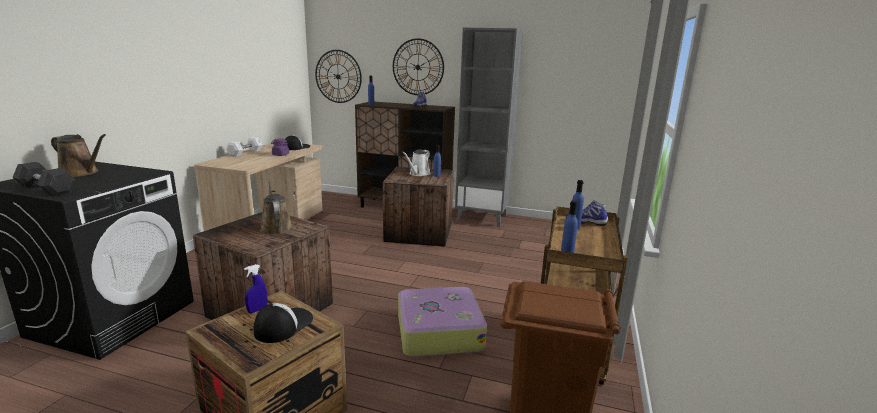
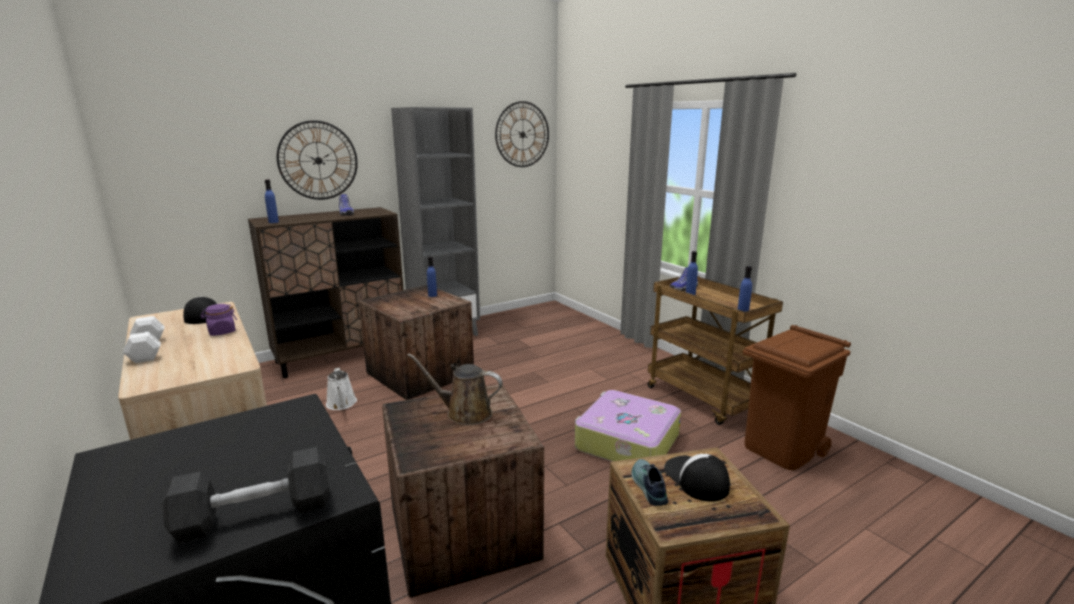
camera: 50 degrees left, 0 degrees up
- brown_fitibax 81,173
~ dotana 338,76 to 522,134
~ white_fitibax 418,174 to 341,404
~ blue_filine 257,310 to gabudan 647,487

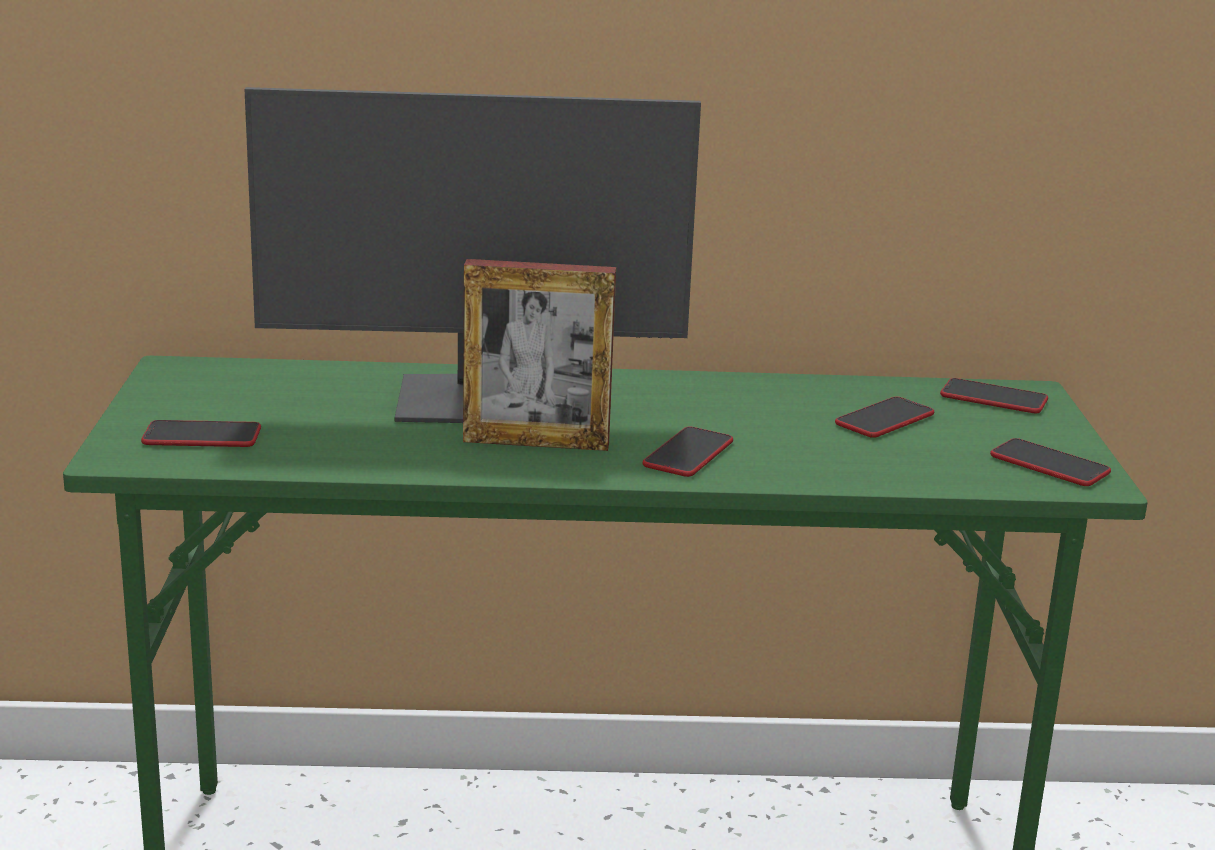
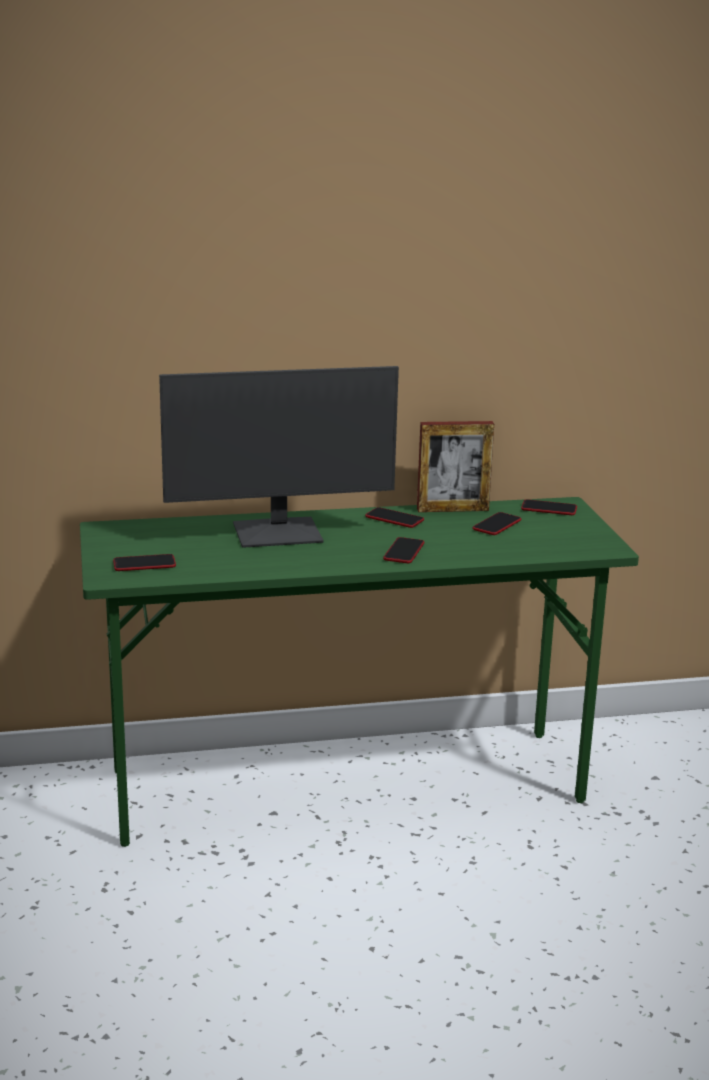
camera: 10 degrees left, 0 degrees up
~ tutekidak 536,442 to 452,509
~ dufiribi 1049,465 to 394,519

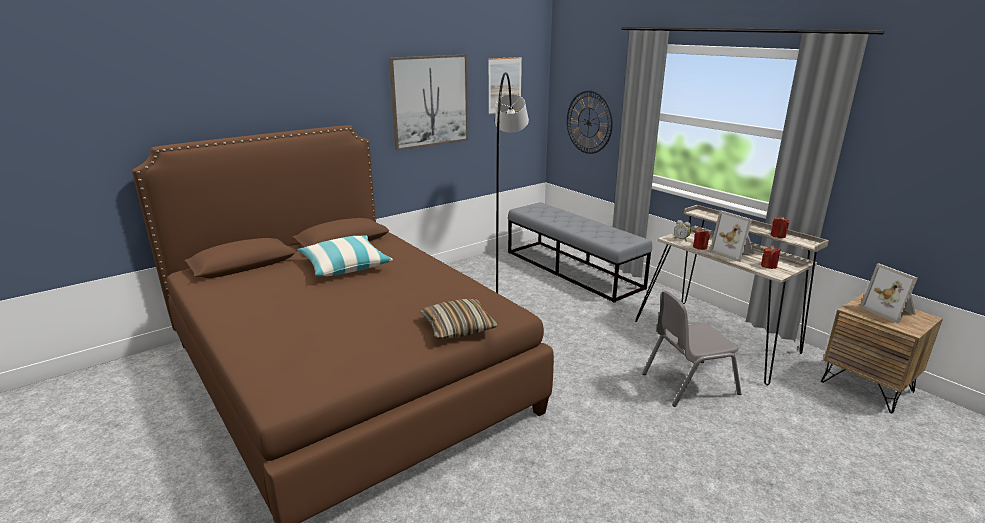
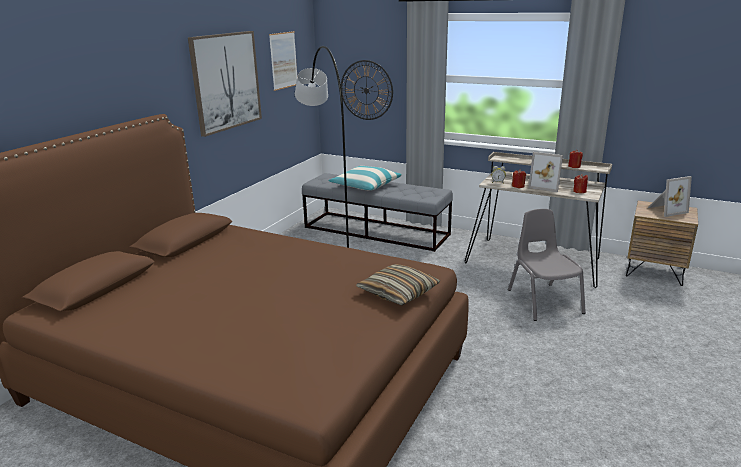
camera: 25 degrees left, 0 degrees up
~ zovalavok 345,266 to 365,186
~ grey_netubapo 688,383 = 544,301 120 degrees clockwise
~ tutekidak 890,311 = 666,210 60 degrees counterclockwise

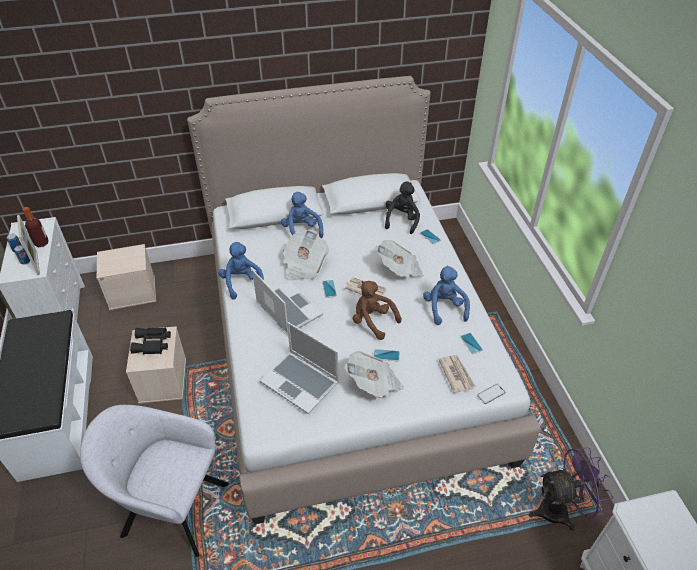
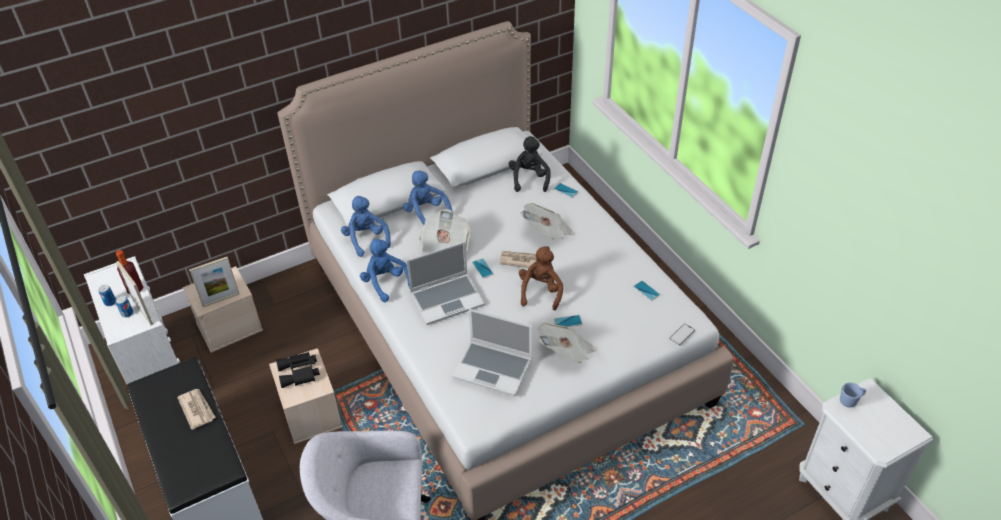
camera: 15 degrees left, 0 degrees up
- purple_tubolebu 560,510
+ tutekidak 221,300
+ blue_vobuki 850,401
~ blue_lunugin 444,308 to 366,239
~ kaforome 456,374 to 197,409
~ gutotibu 287,309 = 447,299 120 degrees clockwise
~ brown_lunugin 373,321 = 541,291 75 degrees clockwise

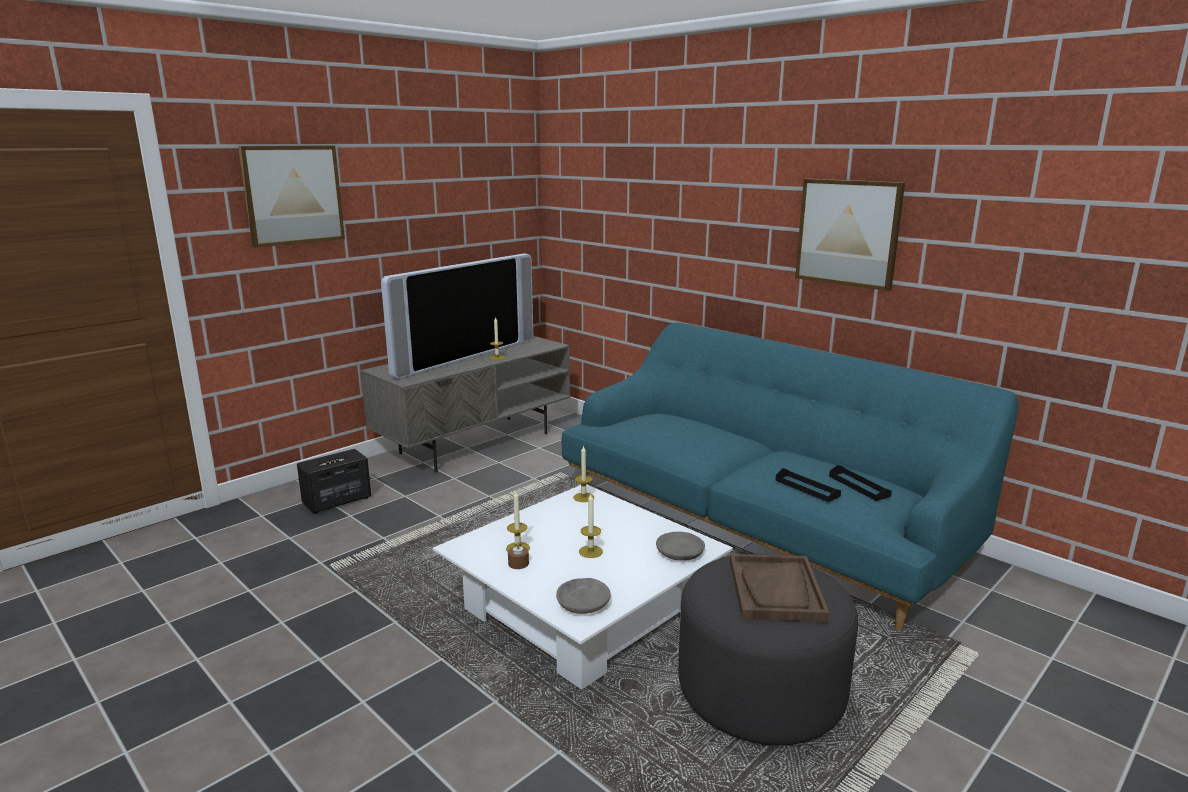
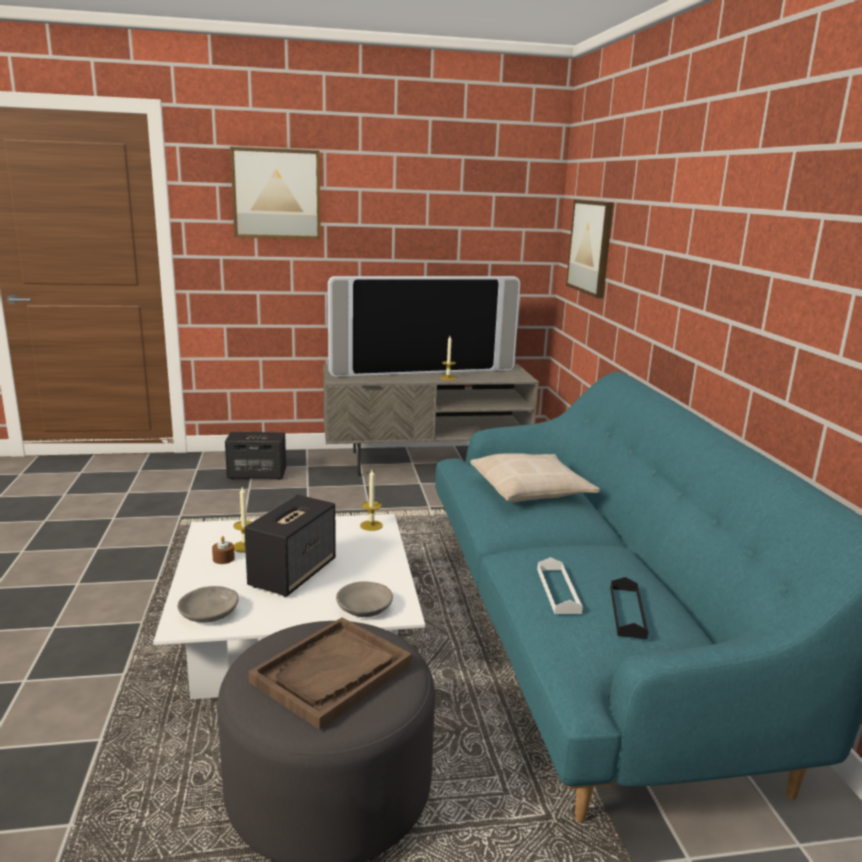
camera: 35 degrees right, 0 degrees up
+ beige_zovalavok 531,489
~ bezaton 848,233 to 591,247
~ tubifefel 590,551 to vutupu 293,573
~ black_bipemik 807,488 to white_bipemik 558,590

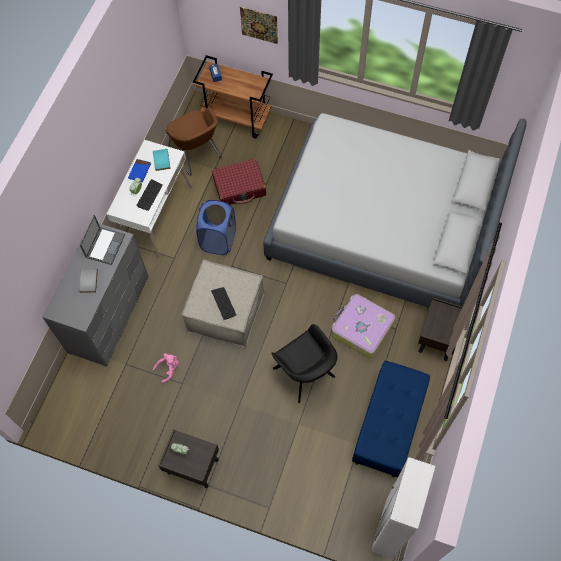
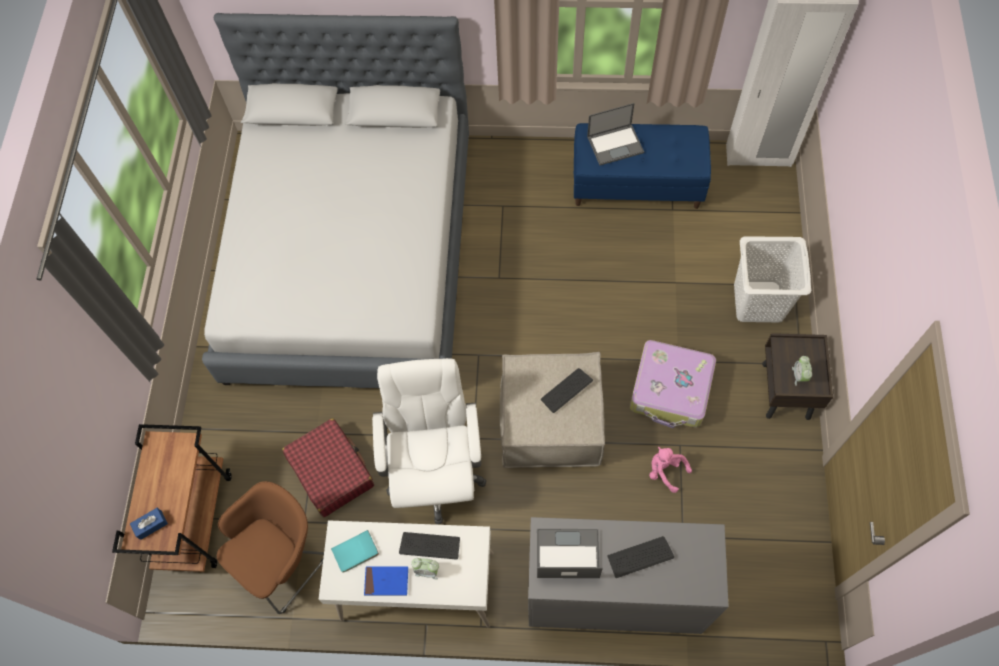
camera: 105 degrees left, 0 degrees up
- bezaton 259,25
- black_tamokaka 305,375
- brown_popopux 437,339
+ gutotibu 615,144
+ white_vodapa 758,302
~ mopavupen 361,329 to 671,390
~ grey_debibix 87,281 to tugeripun 640,557
~ blue_vodapa 218,240 to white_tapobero 435,472

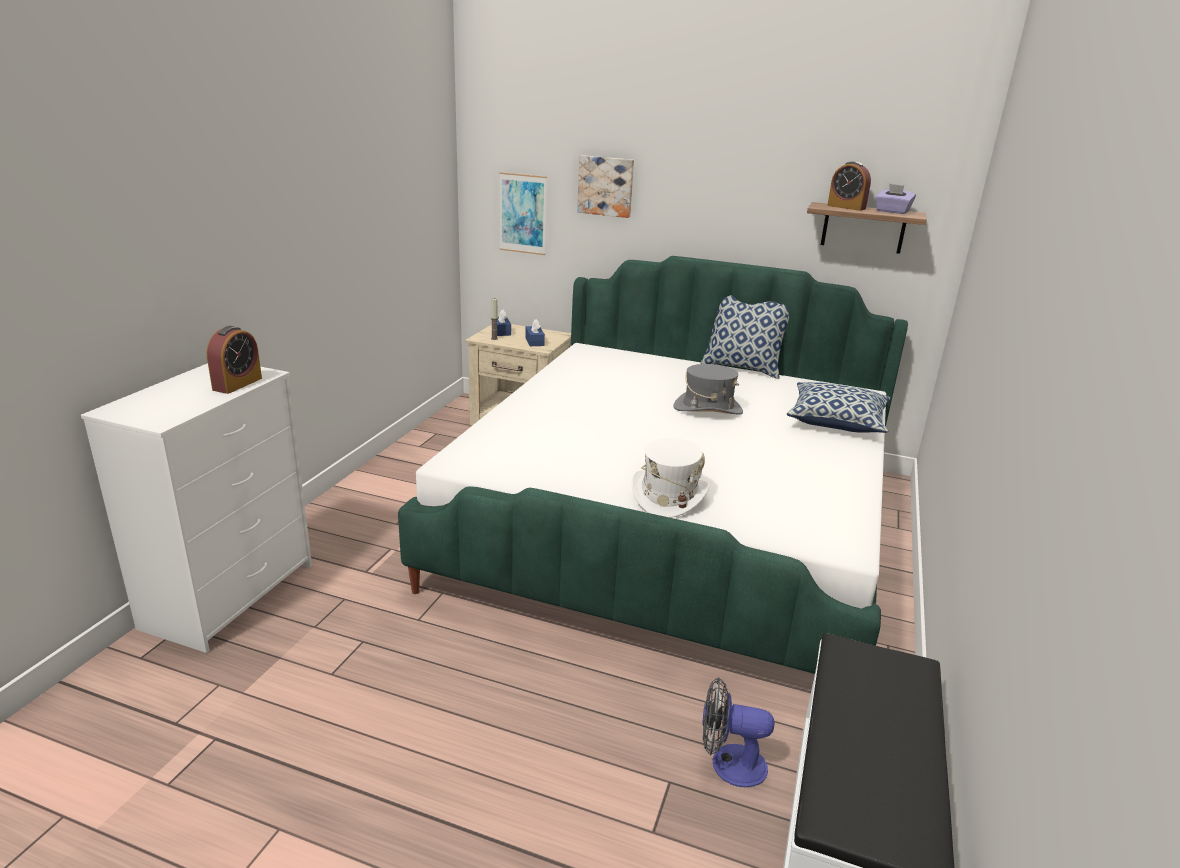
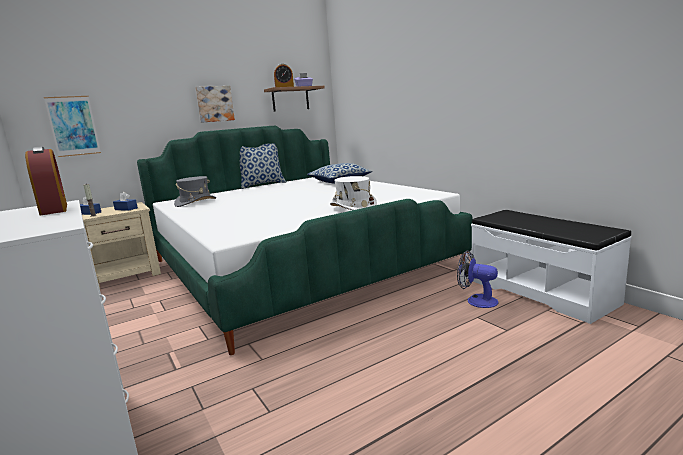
camera: 50 degrees left, 10 degrees down
~ bezaton 606,186 to 214,104
~ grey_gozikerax 707,409 to 195,202
~ tubolebu 728,764 = 476,300 75 degrees clockwise

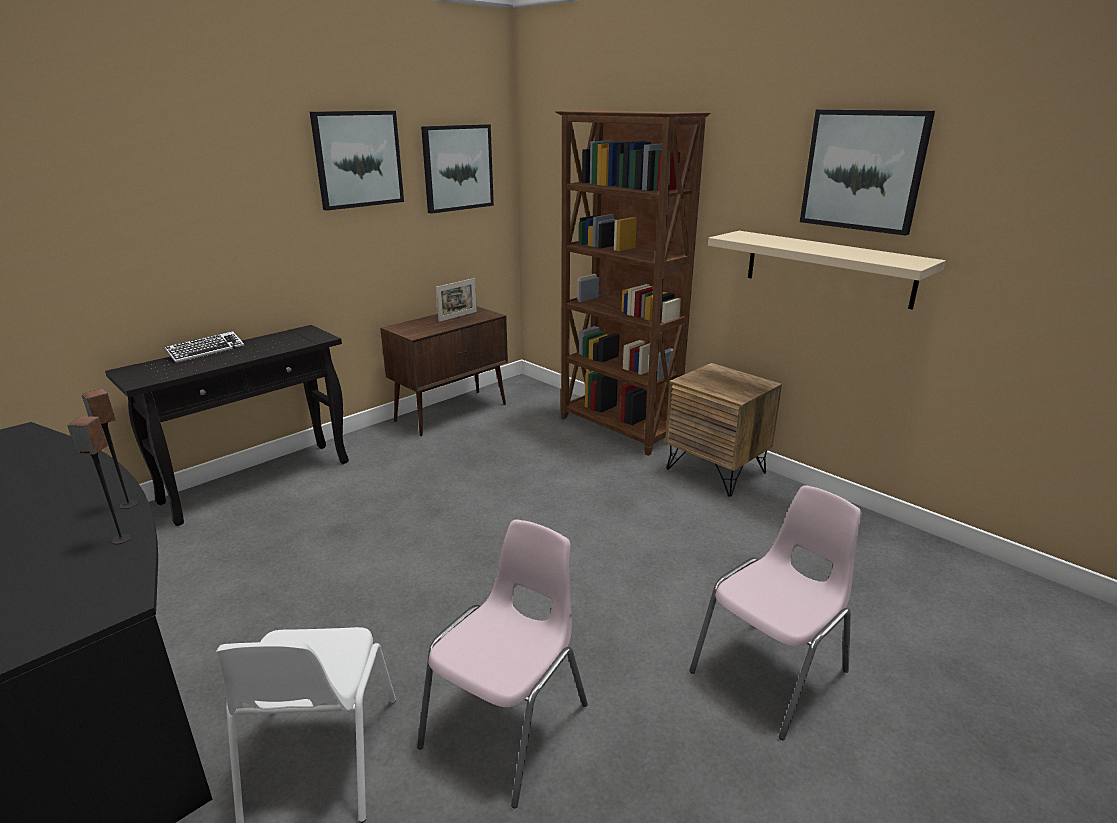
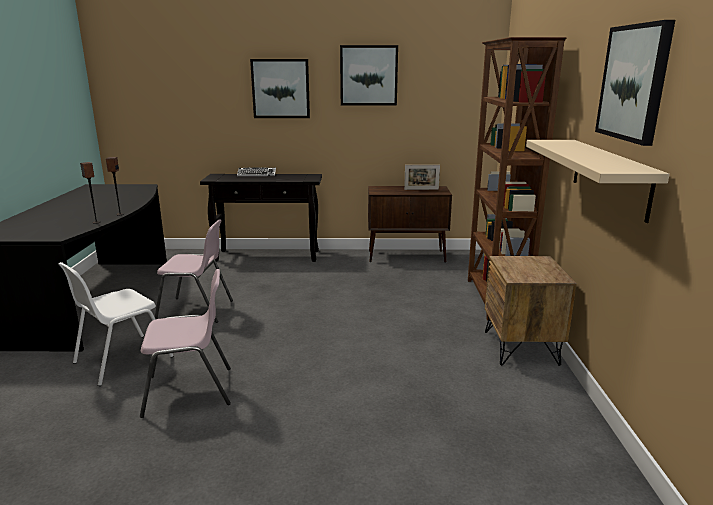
camera: 45 degrees right, 5 degrees down
~ bezaton 457,168 to 280,88
~ pink_netubapo 772,672 to 196,310

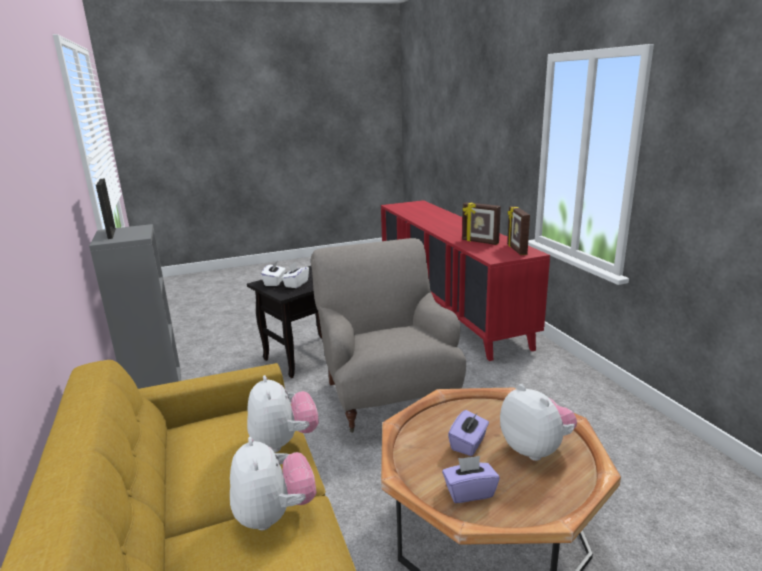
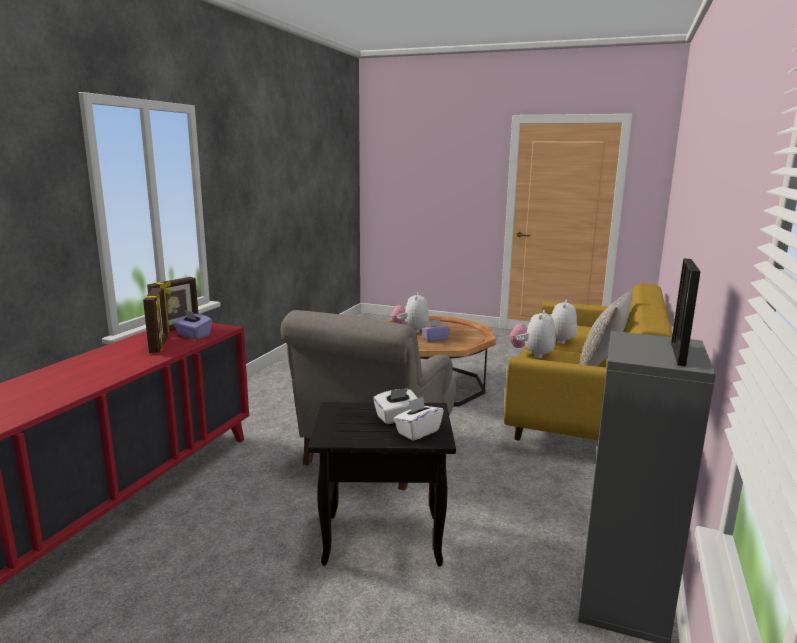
camera: 140 degrees left, 5 degrees down
+ grey_zovalavok 601,366
~ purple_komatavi 469,492 to 193,336

